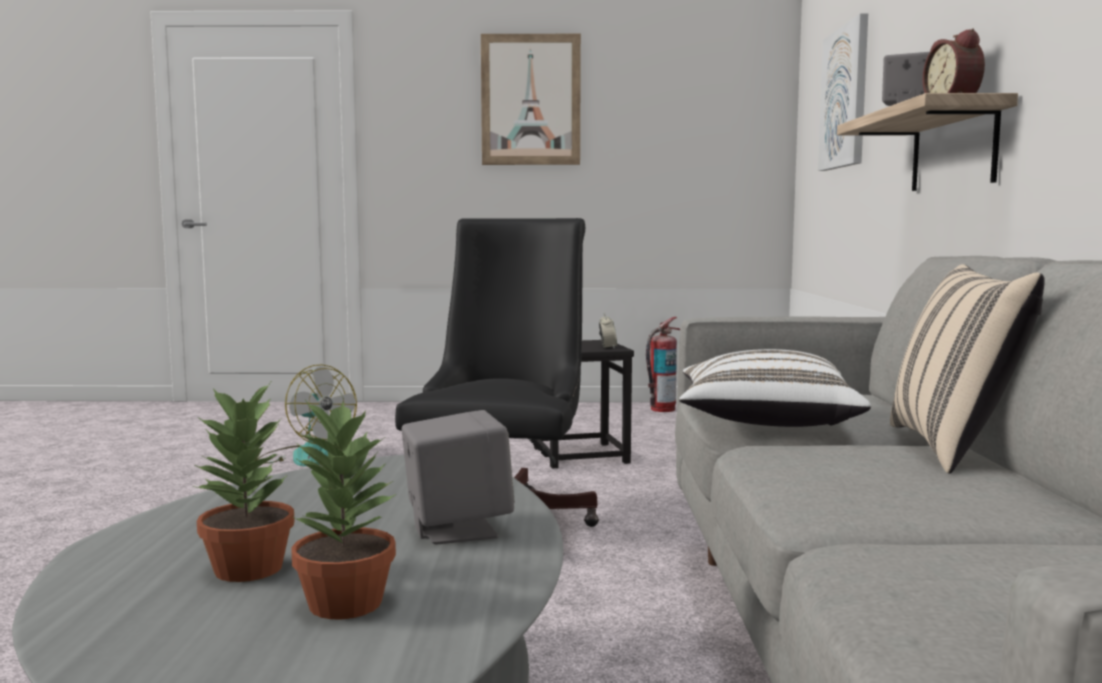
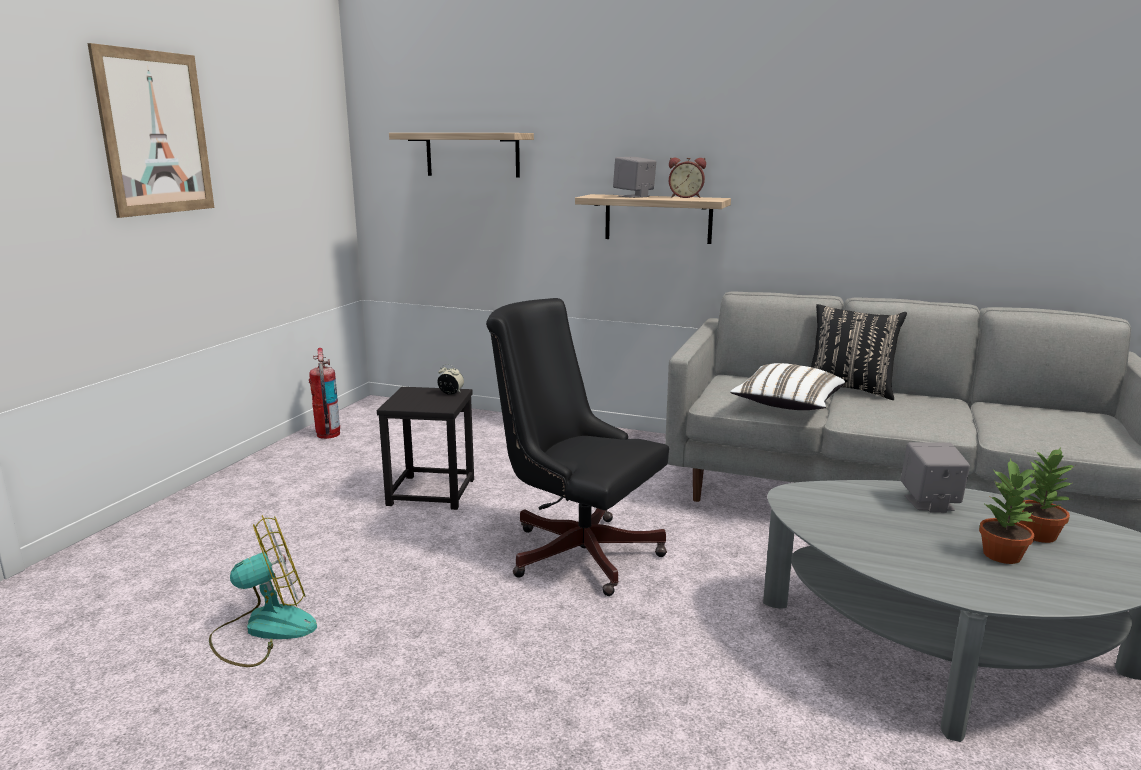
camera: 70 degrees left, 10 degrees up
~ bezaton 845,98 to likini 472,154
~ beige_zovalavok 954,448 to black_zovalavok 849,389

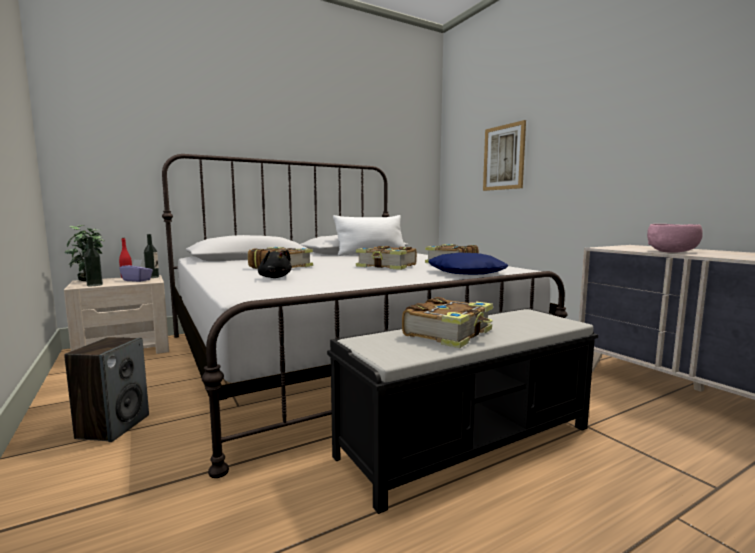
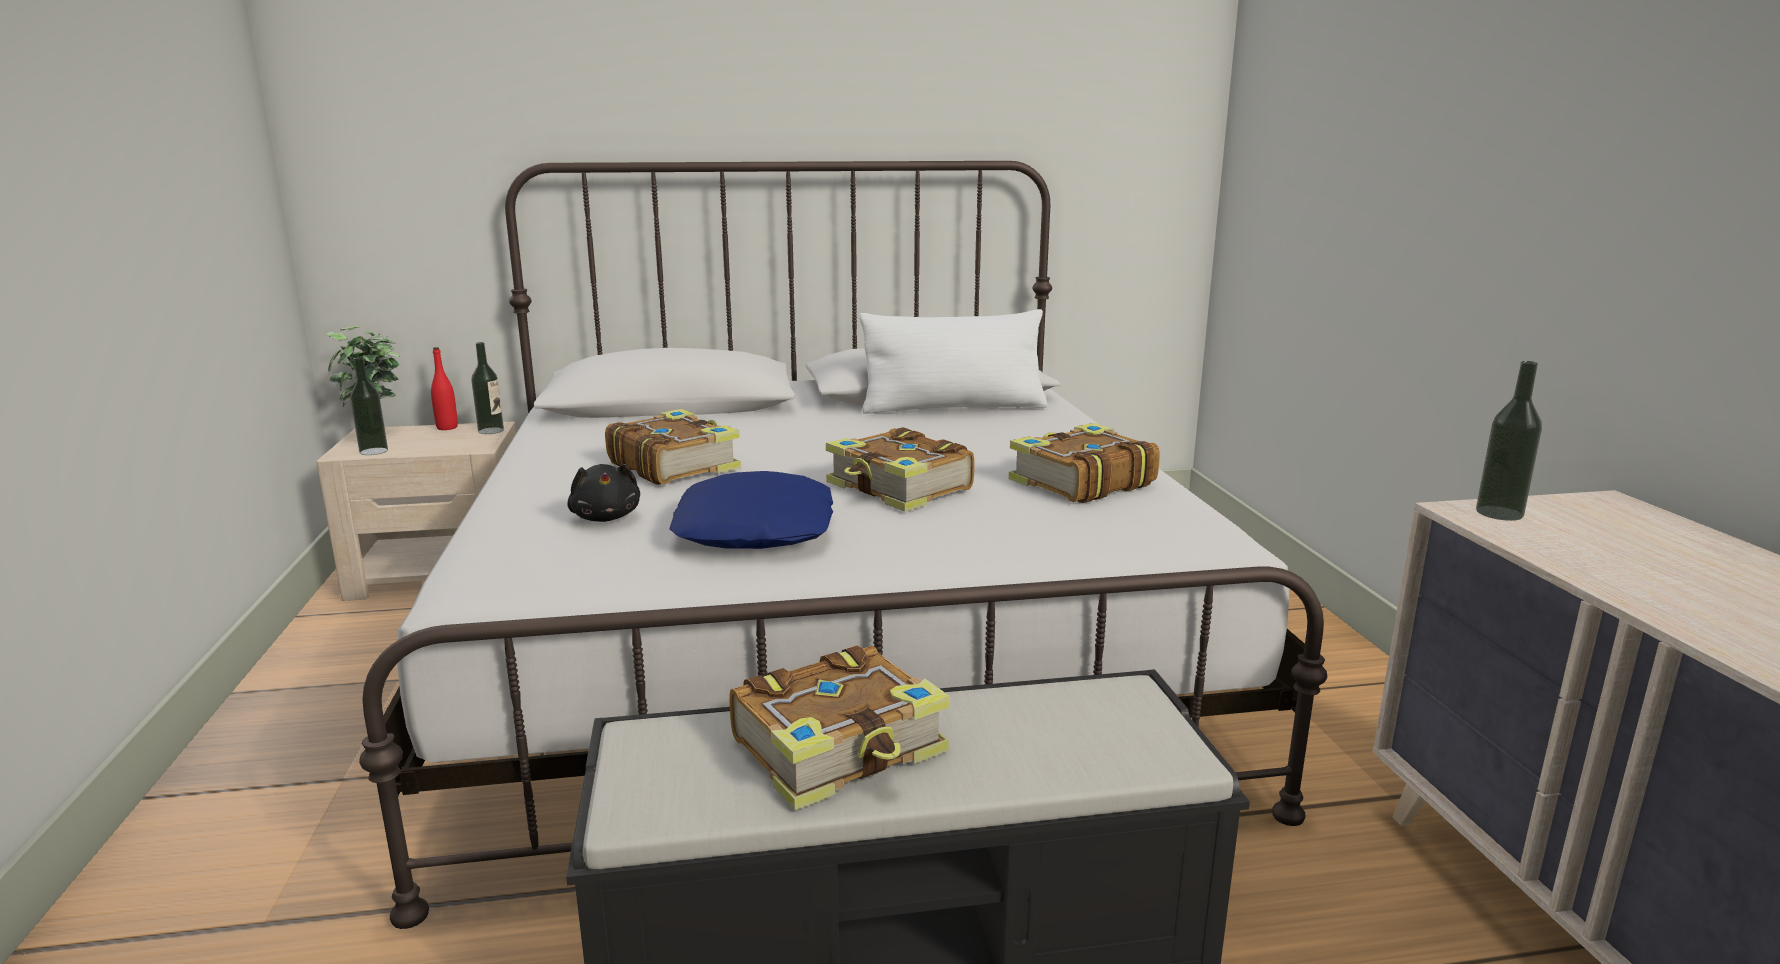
camera: 20 degrees right, 10 degrees up
- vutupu 113,426
- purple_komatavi 137,280
- bezaton 503,157
- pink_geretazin 672,252
+ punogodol 1499,513
~ blue_zovalavok 466,272 to 757,529

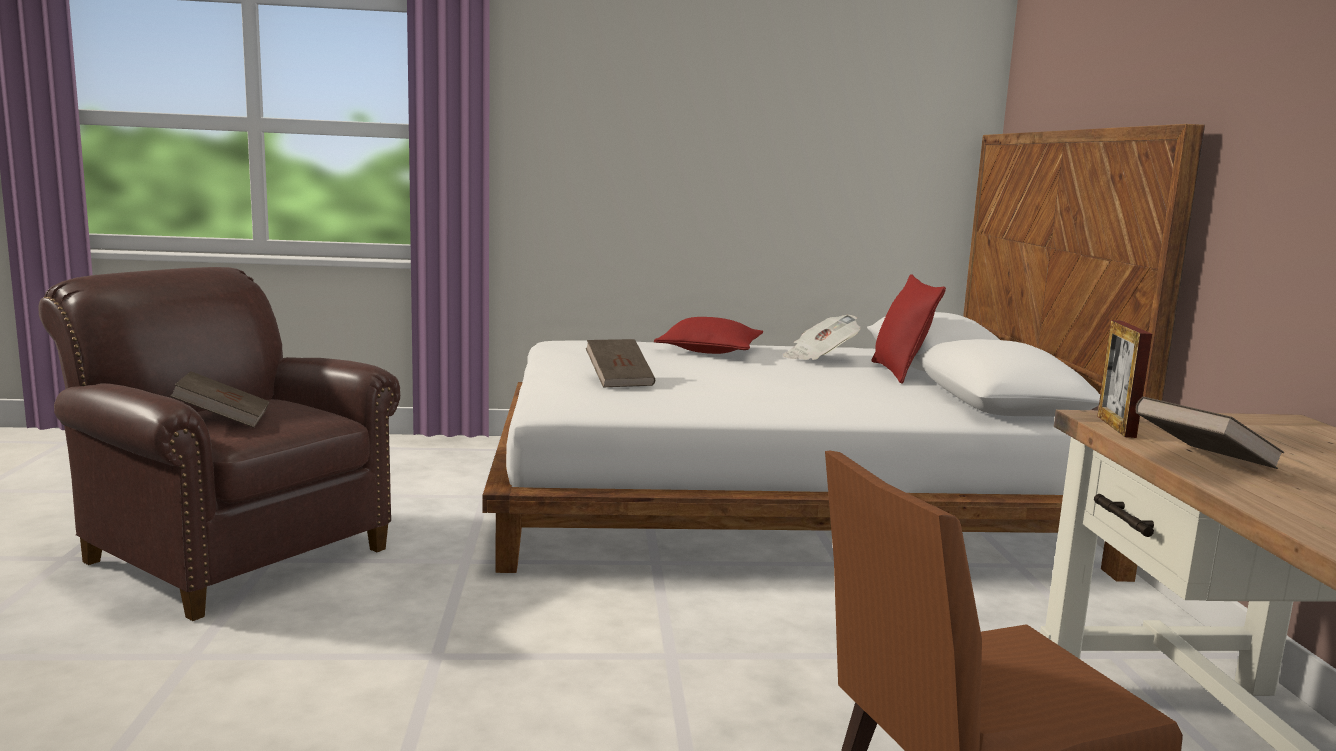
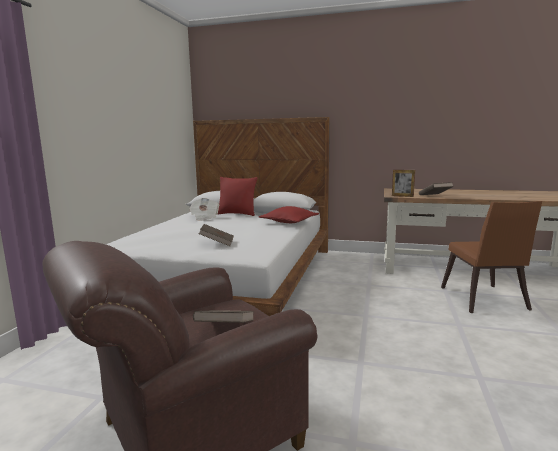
camera: 70 degrees left, 0 degrees up
~ red_zovalavok 709,351 to 289,222

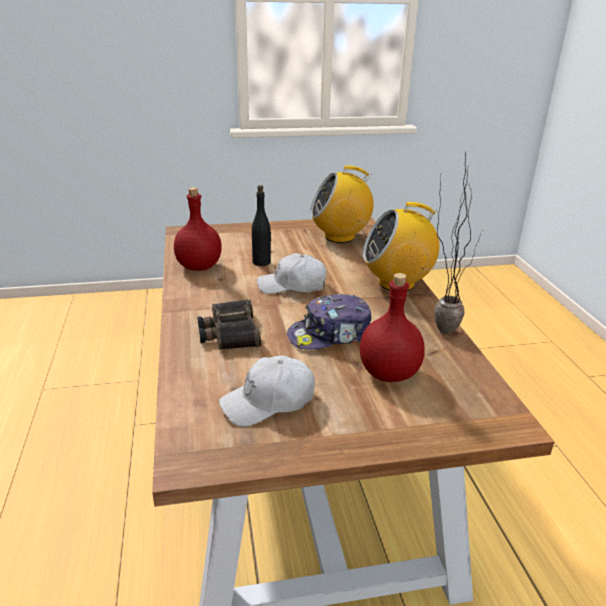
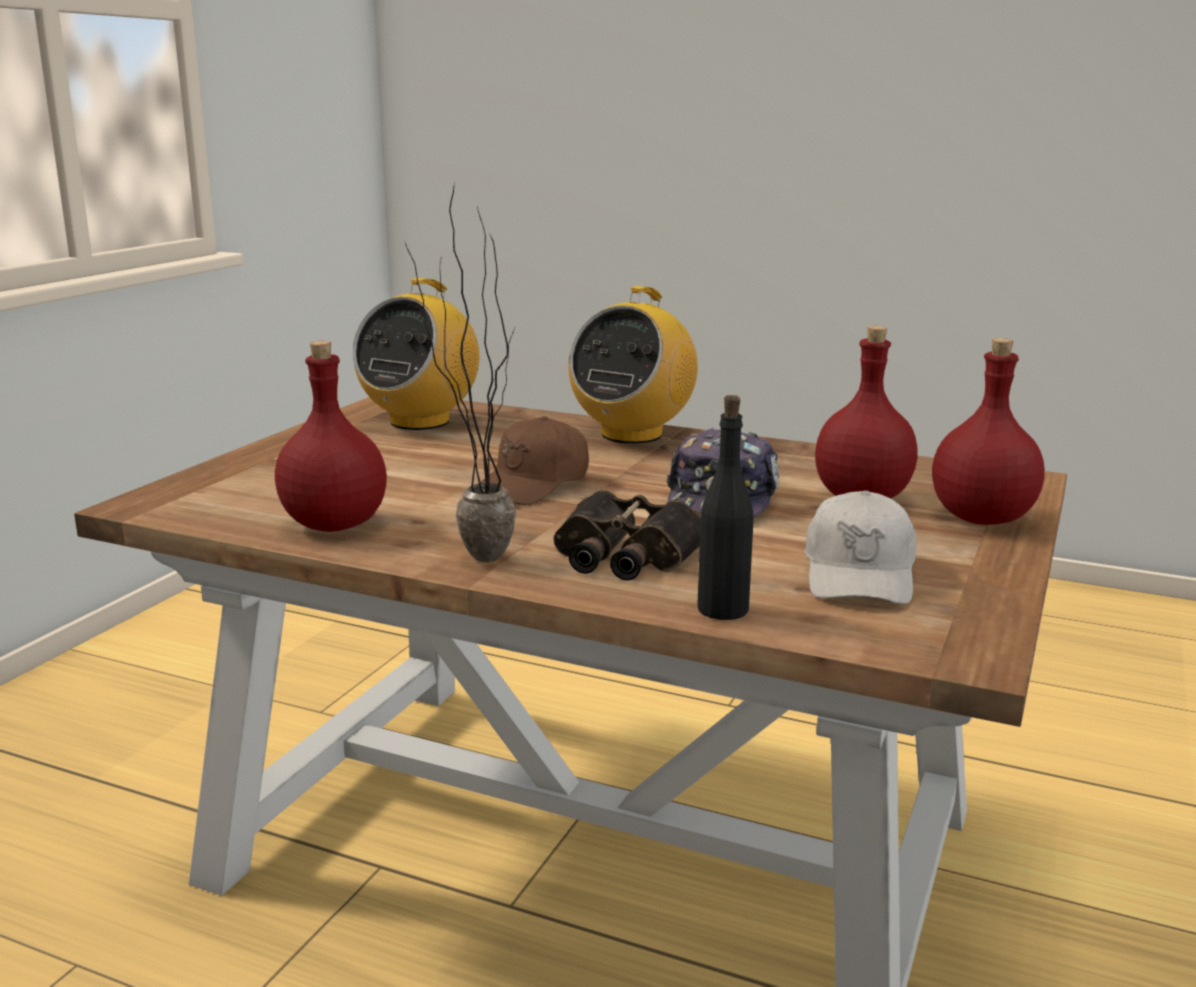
camera: 55 degrees left, 10 degrees down
+ red_punogodol 979,518
~ black_punogodol 262,262 to 723,609
~ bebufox 441,326 to 470,555
~ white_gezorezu 292,285 to brown_gezorezu 533,484

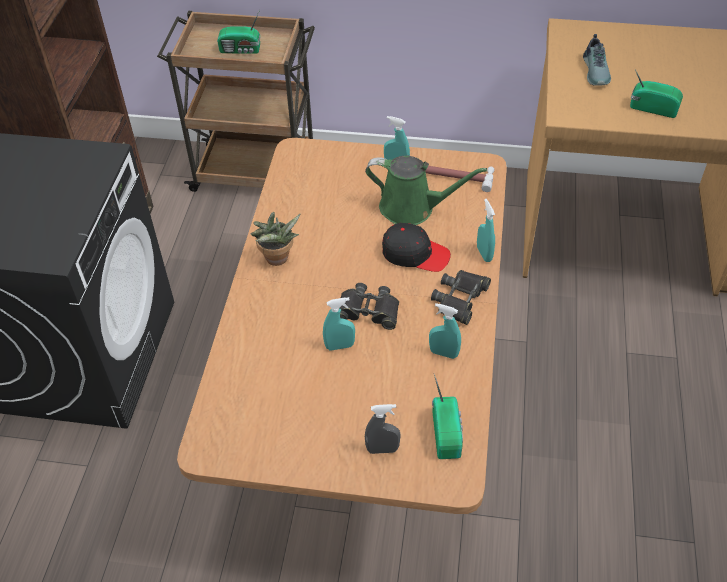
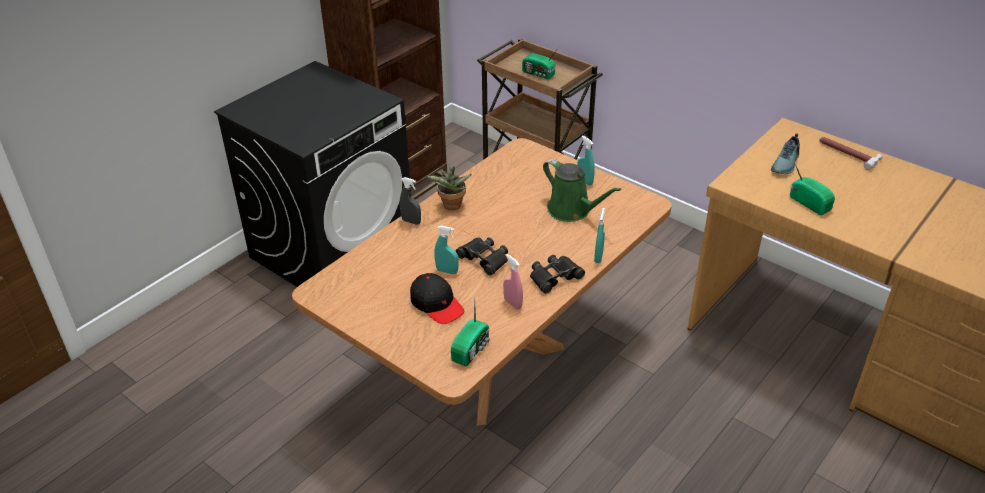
camera: 30 degrees right, 10 degrees down
~ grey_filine 382,449 to 411,221
~ black_gezorezu 415,254 to 436,304
~ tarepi 455,176 to 847,153
~ turquoise_filine 443,353 to pink_filine 512,303

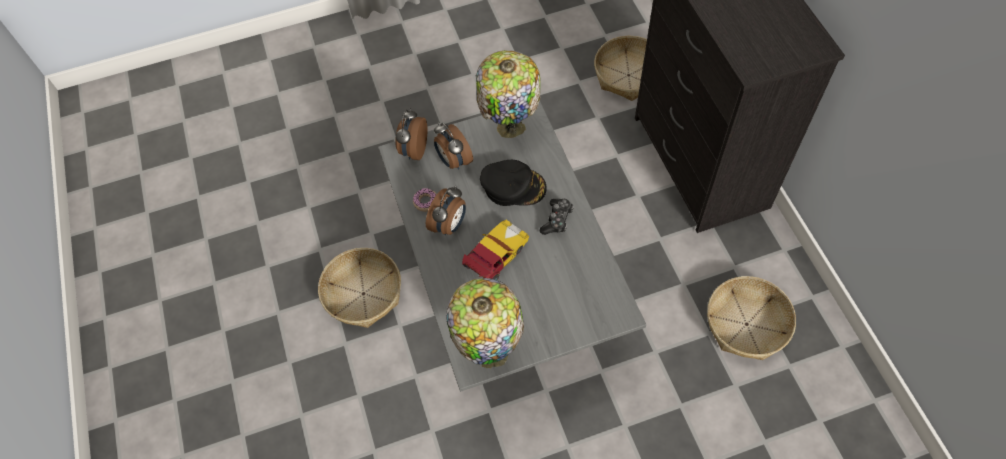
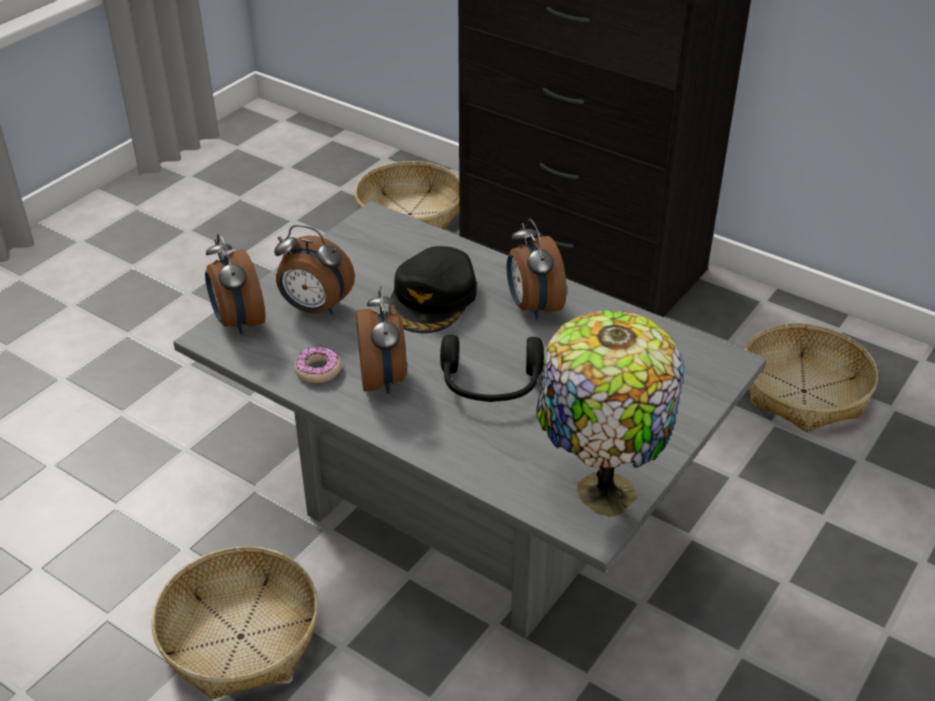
camera: 40 degrees left, 20 degrees down
- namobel 509,129
~ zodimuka 495,258 to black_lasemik 490,385
~ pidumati 557,220 to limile 532,307
~ black_gezorezu 513,186 = 433,299 135 degrees clockwise

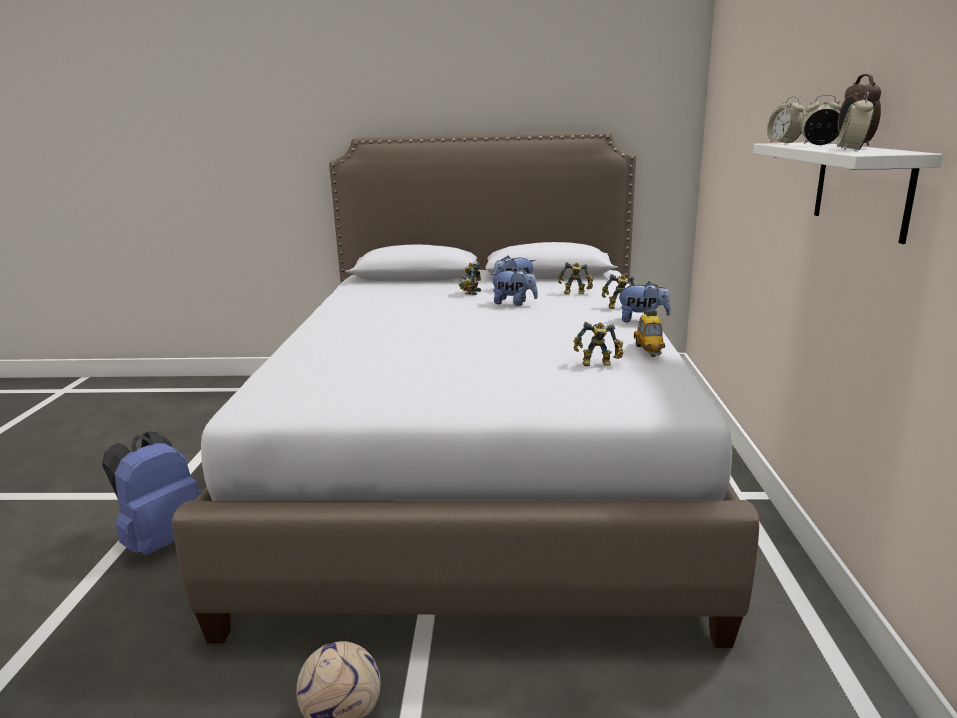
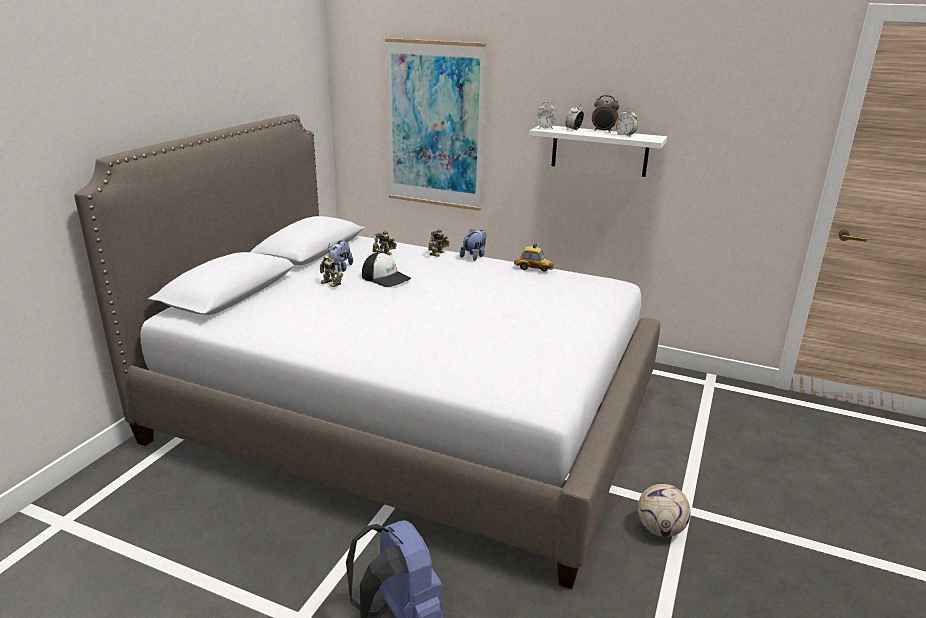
camera: 70 degrees left, 5 degrees up
- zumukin 597,364
+ bezaton 435,125
~ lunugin 514,303 to gezorezu 386,278

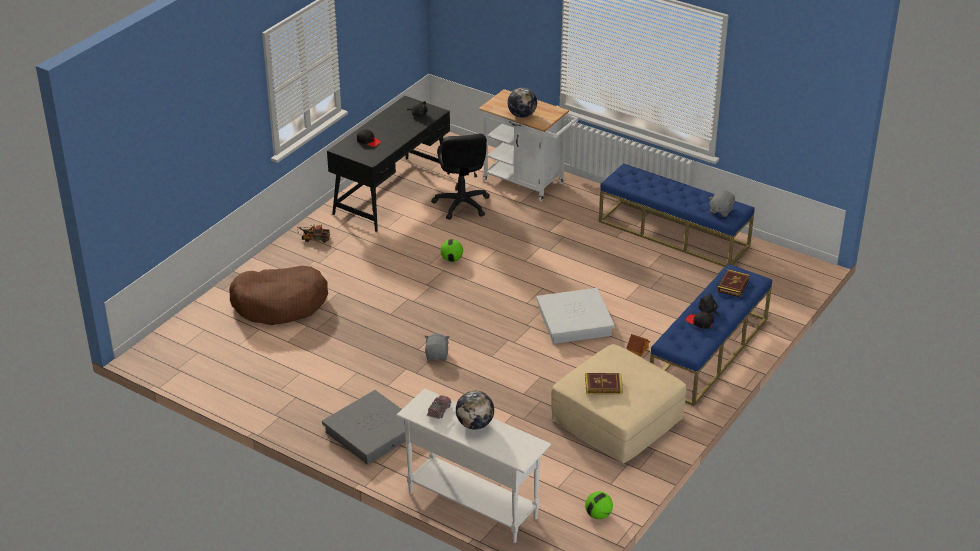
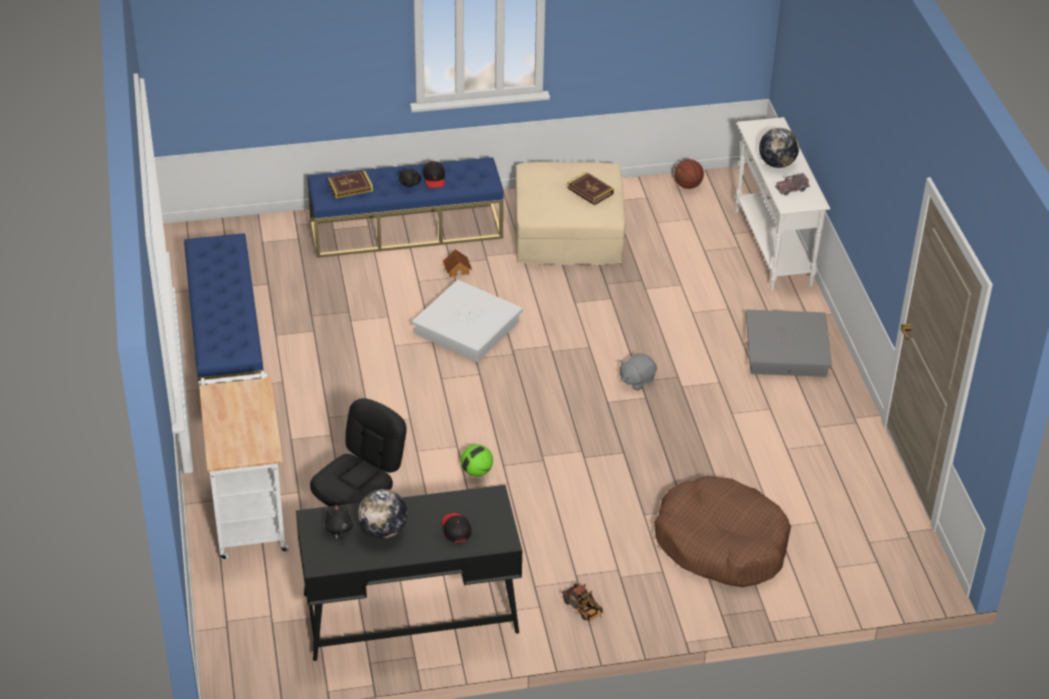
camera: 135 degrees left, 5 degrees up
- grey_lunugin 721,210
~ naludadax 522,115 to 383,530
~ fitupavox 598,515 to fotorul 687,186

